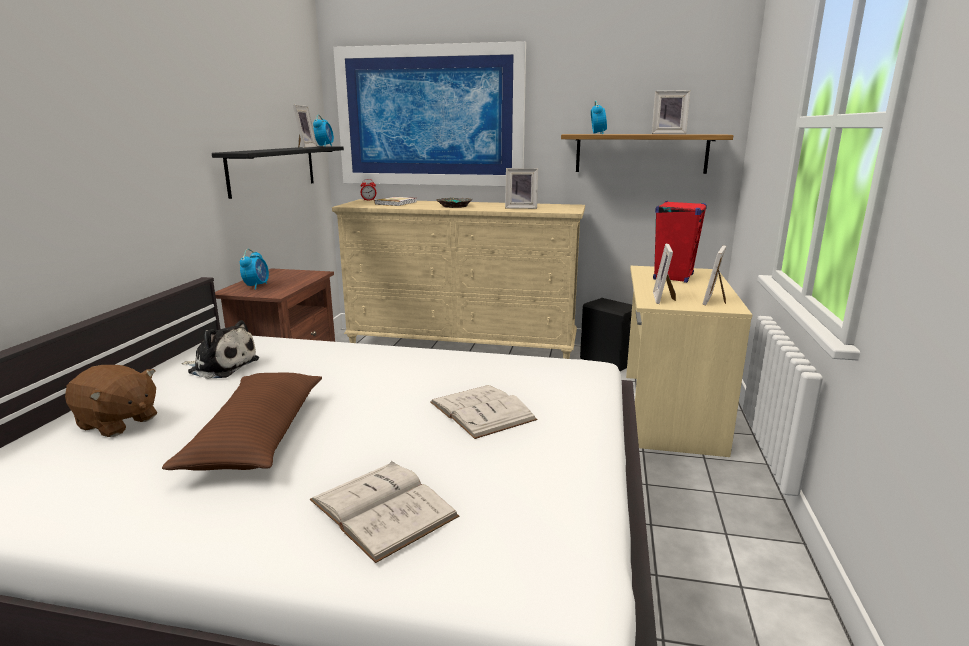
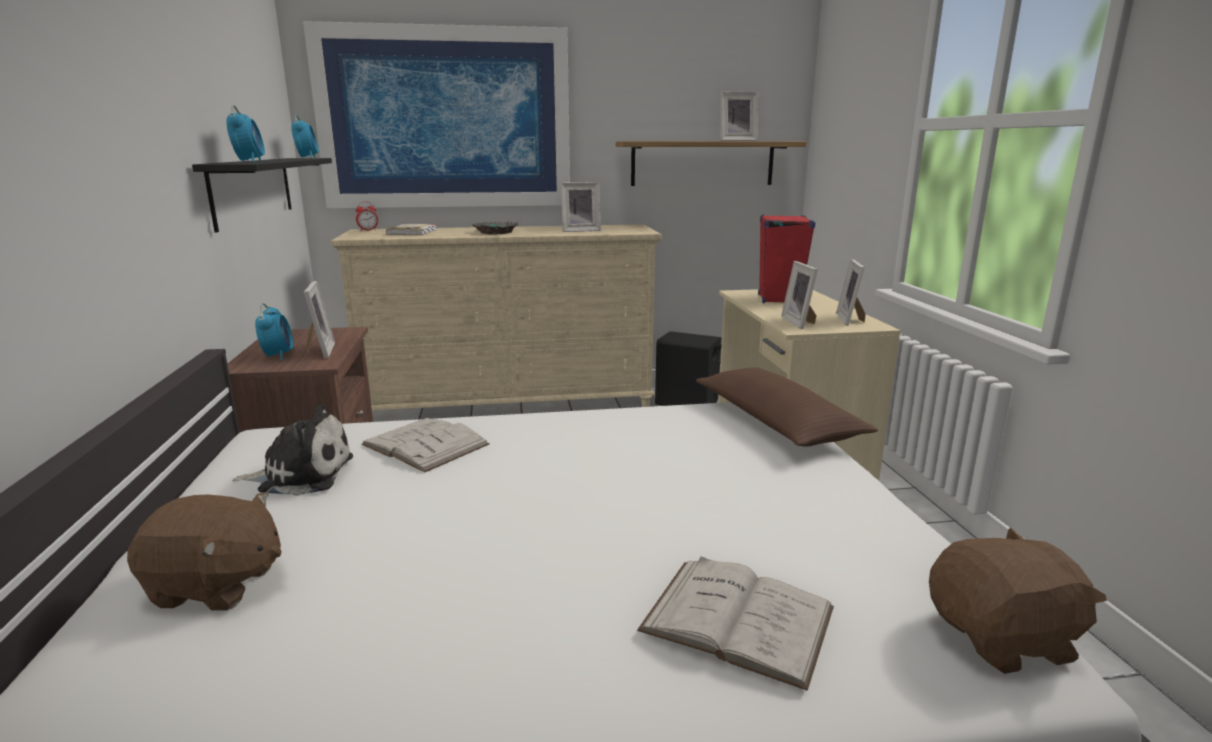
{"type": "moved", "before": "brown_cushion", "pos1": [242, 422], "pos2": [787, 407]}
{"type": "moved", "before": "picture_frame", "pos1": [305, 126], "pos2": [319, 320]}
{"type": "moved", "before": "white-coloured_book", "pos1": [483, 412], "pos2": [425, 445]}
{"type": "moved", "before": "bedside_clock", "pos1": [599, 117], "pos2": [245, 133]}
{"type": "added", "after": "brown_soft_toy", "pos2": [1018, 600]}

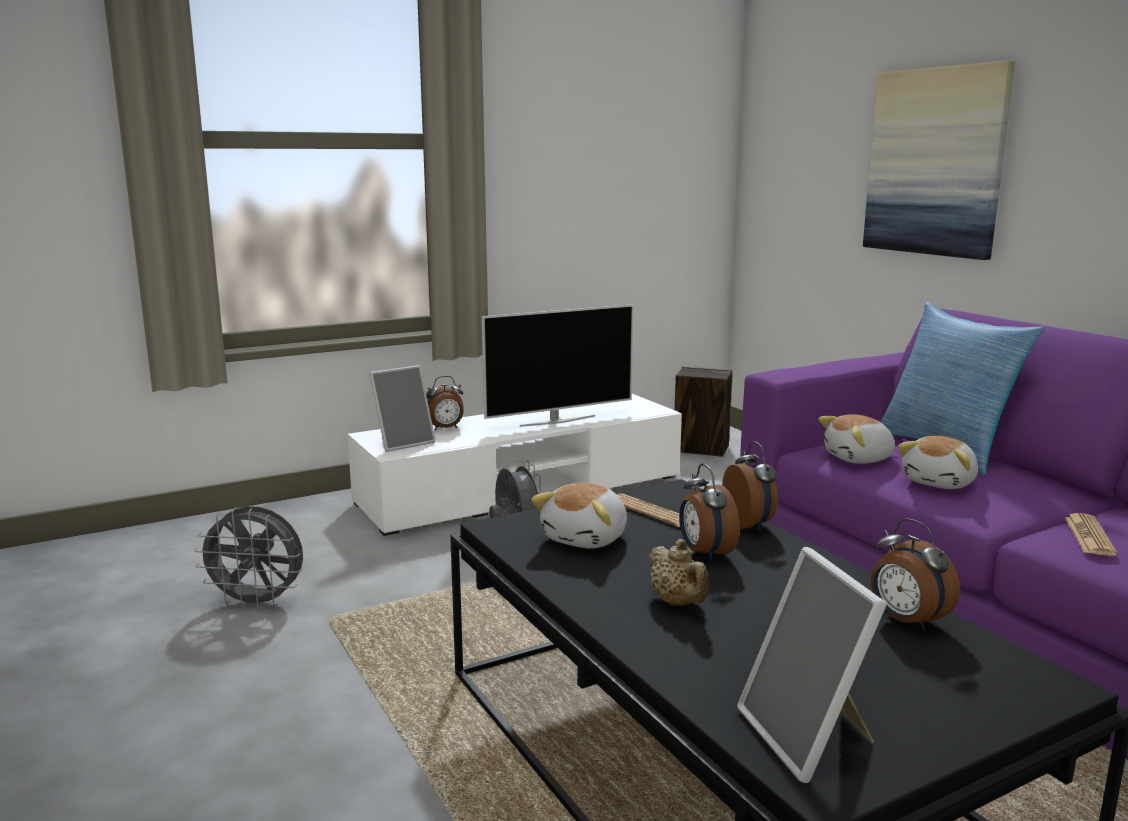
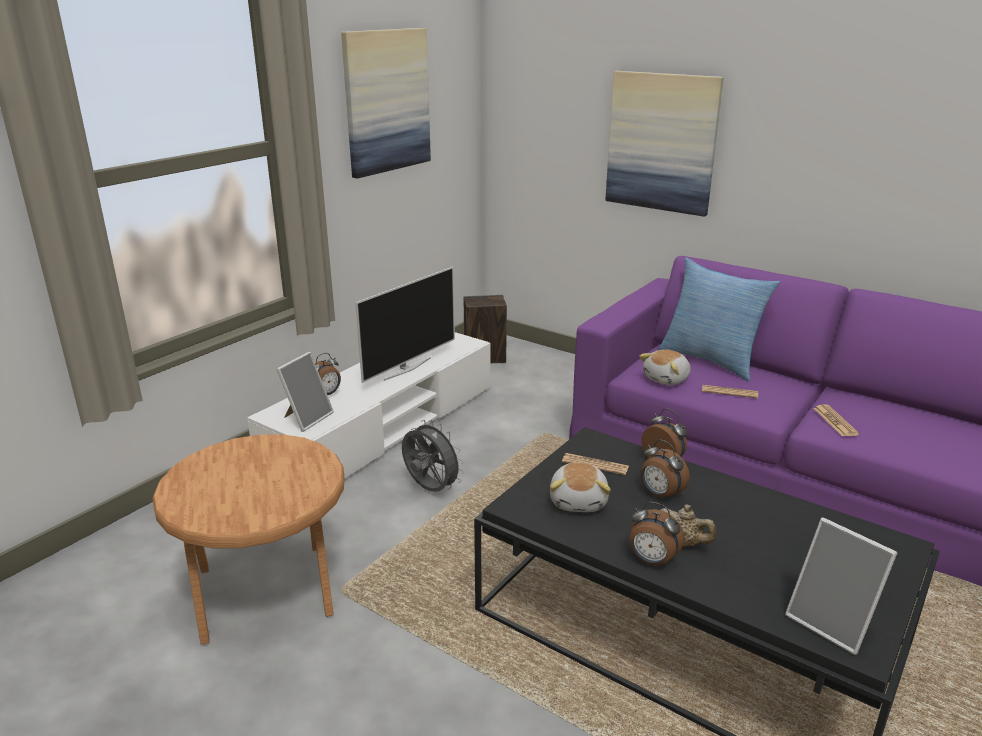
{"type": "replaced", "before": "grey_fan", "after": "brown_end_table", "pos1": [248, 558], "pos2": [248, 539]}
{"type": "moved", "before": "bedside_clock", "pos1": [915, 574], "pos2": [657, 534]}
{"type": "replaced", "before": "soft_toy", "after": "printed_paper", "pos1": [938, 462], "pos2": [730, 391]}
{"type": "added", "after": "wall_art", "pos2": [386, 103]}

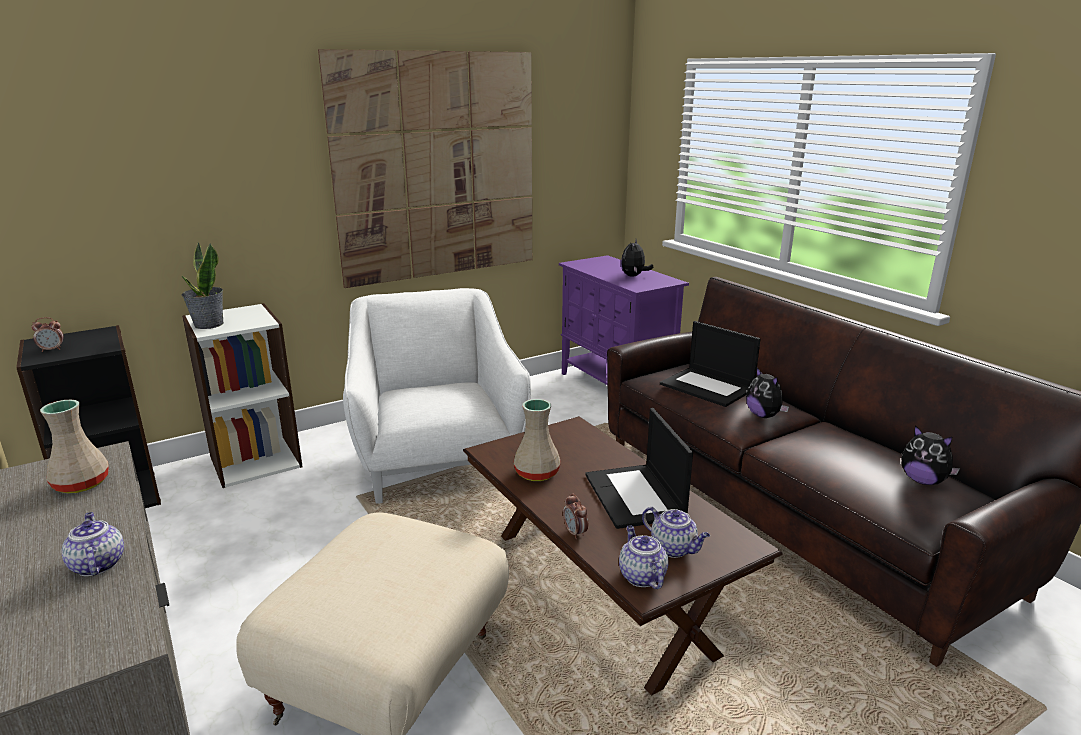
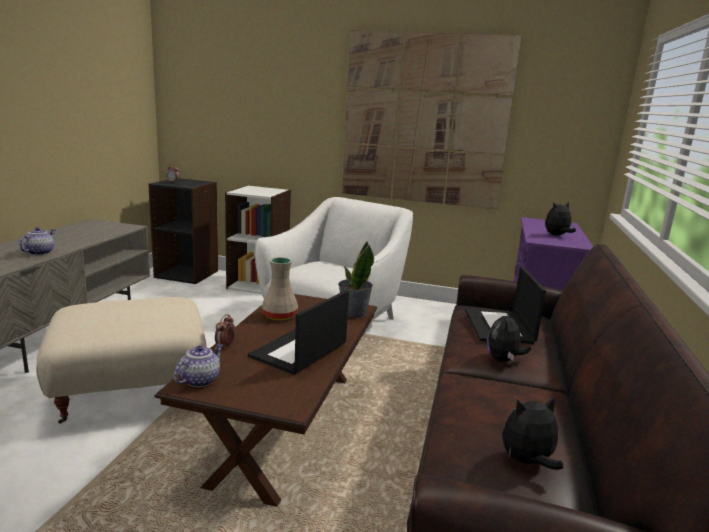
{"type": "removed", "before": "sand-coloured_decorative_vase", "pos1": [74, 446]}
{"type": "moved", "before": "potted_plant", "pos1": [203, 285], "pos2": [356, 279]}
{"type": "removed", "before": "teapot", "pos1": [676, 532]}
{"type": "turned", "before": "soft_toy", "pos1": [931, 455], "pos2": [533, 433], "turn": 75}

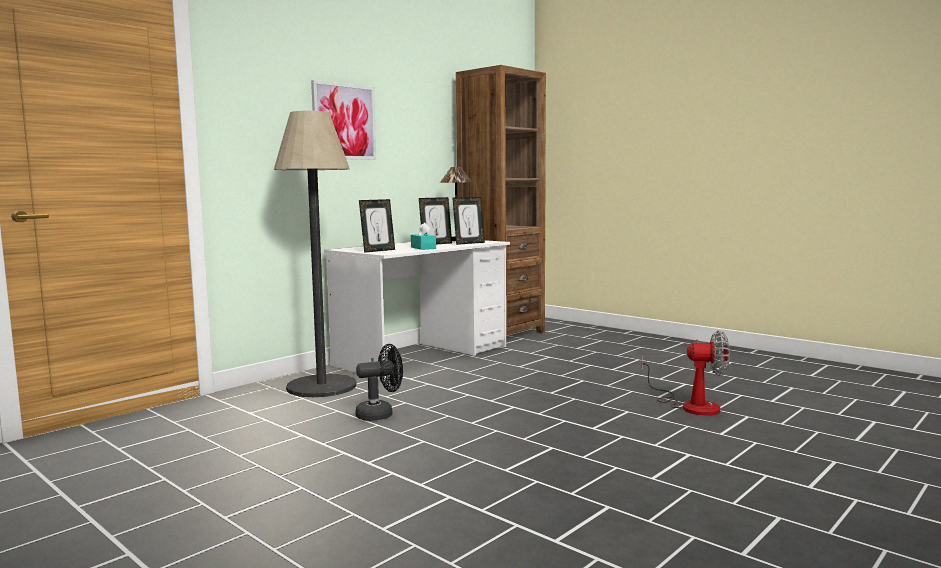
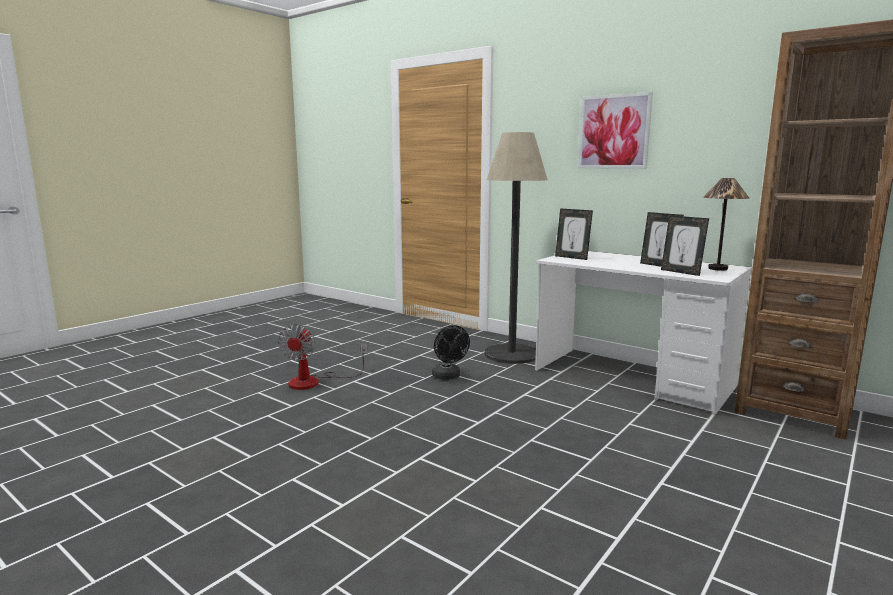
{"type": "removed", "before": "blue-green_tissue_holder", "pos1": [423, 236]}
{"type": "moved", "before": "fan", "pos1": [686, 373], "pos2": [323, 357]}

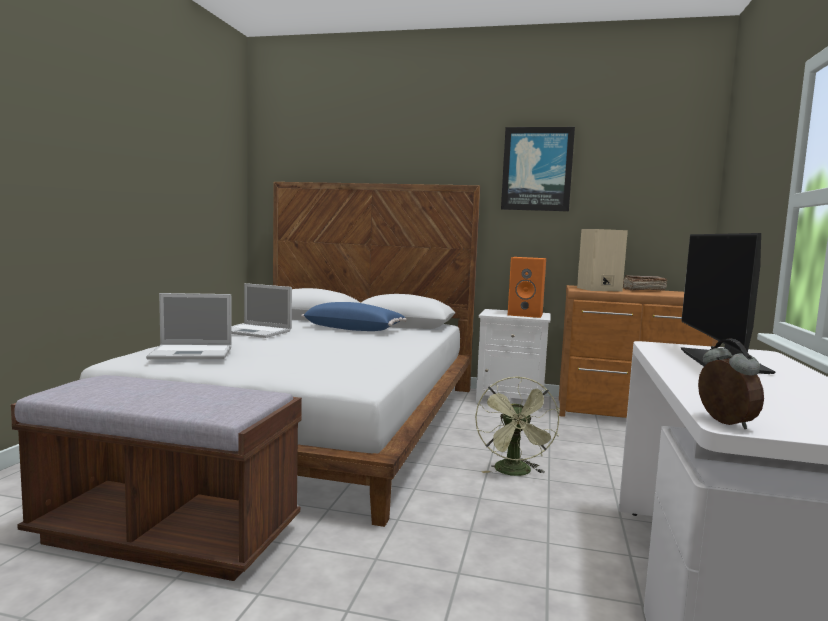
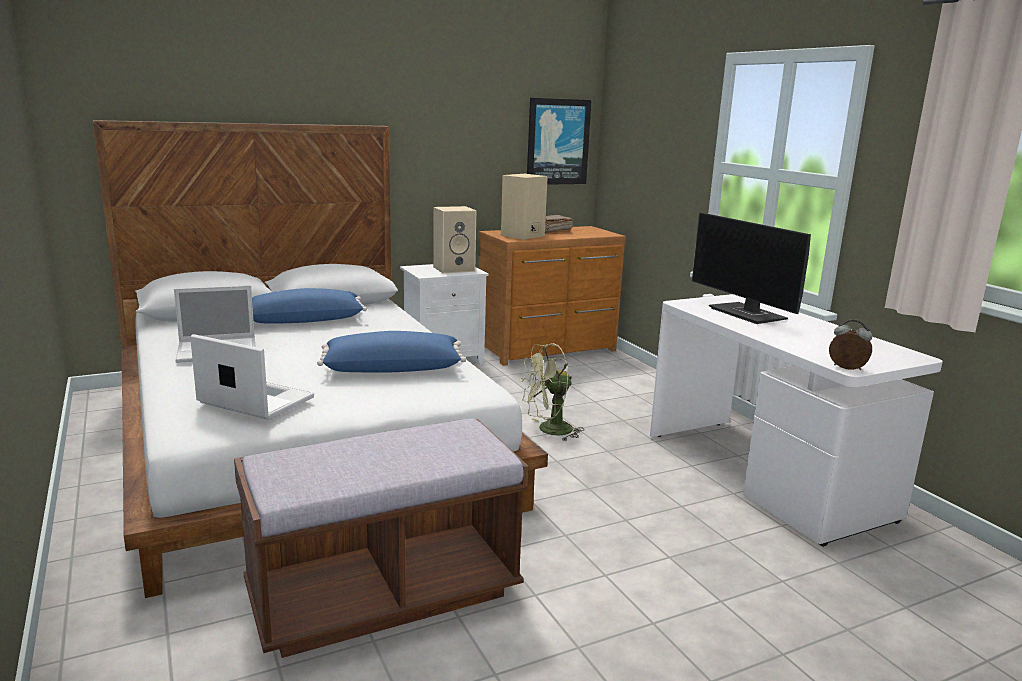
{"type": "turned", "before": "portable_computer", "pos1": [189, 326], "pos2": [252, 377], "turn": -105}
{"type": "turned", "before": "green_fan", "pos1": [517, 426], "pos2": [552, 392], "turn": 105}
{"type": "moved", "before": "wall_art", "pos1": [538, 169], "pos2": [559, 141]}
{"type": "recoloured", "before": "orange-coloured_loudspeaker", "after": "sand-coloured_loudspeaker", "pos1": [527, 287], "pos2": [454, 239]}
{"type": "added", "after": "blue_cushion", "pos2": [391, 351]}

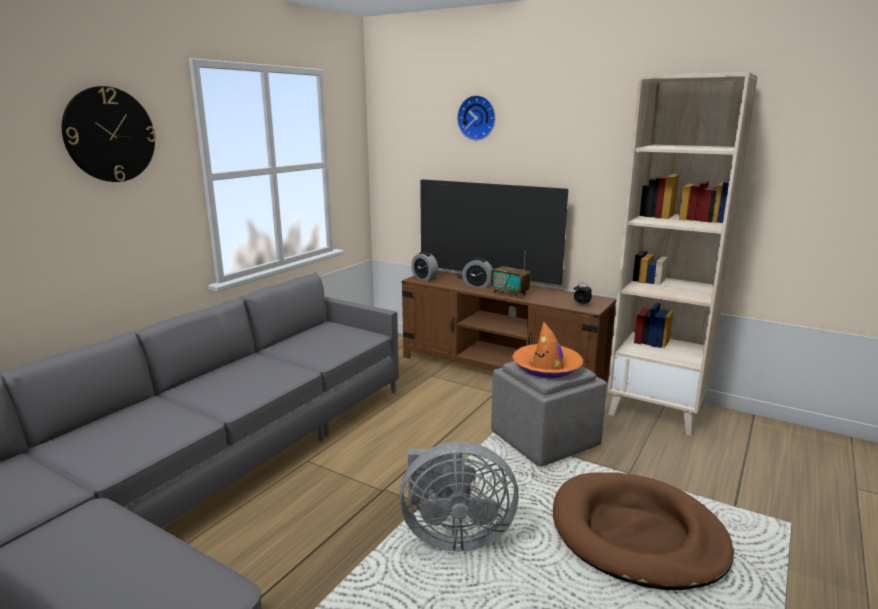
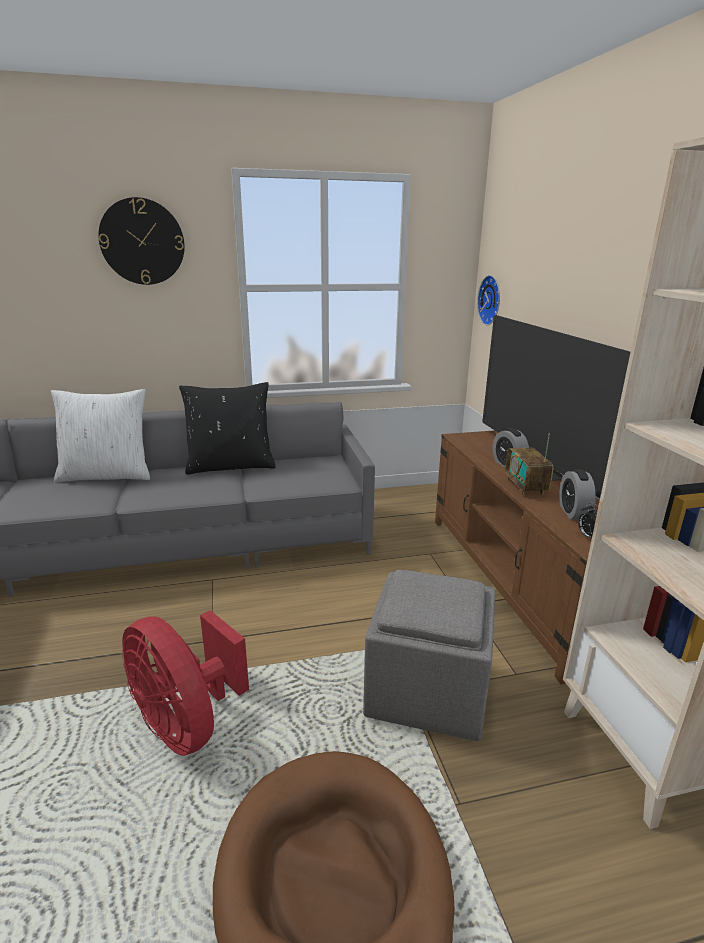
{"type": "recoloured", "before": "grey_fan", "after": "red-coloured_fan", "pos1": [459, 496], "pos2": [185, 683]}
{"type": "moved", "before": "bedside_clock", "pos1": [424, 266], "pos2": [577, 494]}
{"type": "moved", "before": "wall_clock", "pos1": [476, 118], "pos2": [488, 300]}
{"type": "removed", "before": "orange-coloured_hat", "pos1": [547, 350]}
{"type": "added", "after": "white-coloured_cushion", "pos2": [100, 436]}
{"type": "added", "after": "black_cushion", "pos2": [227, 428]}

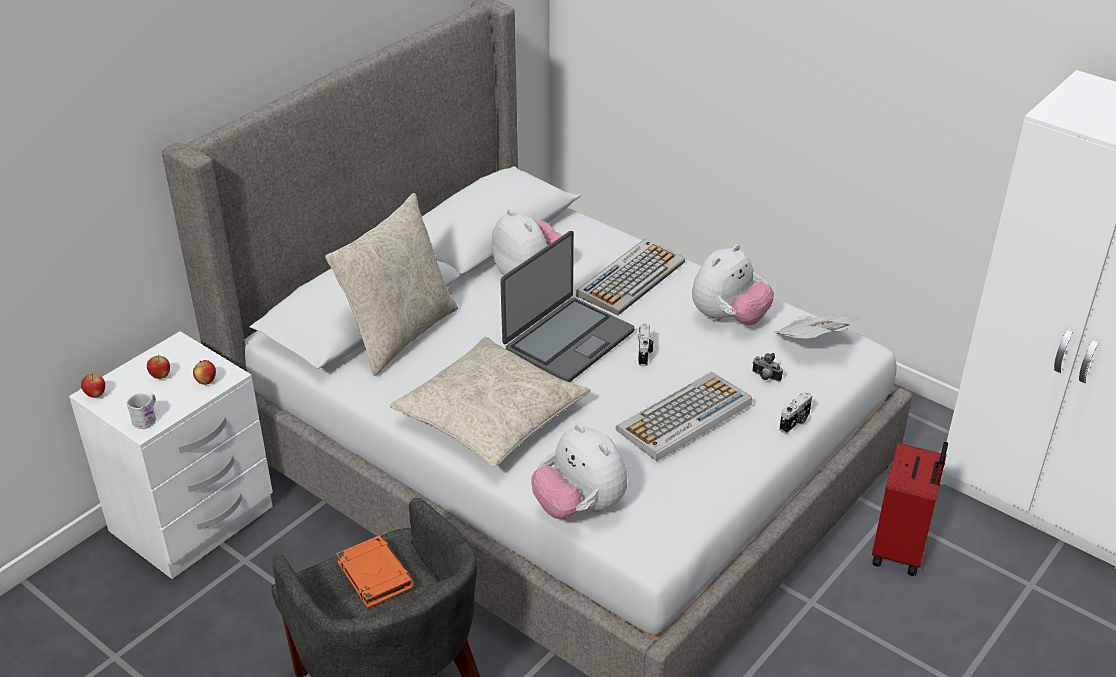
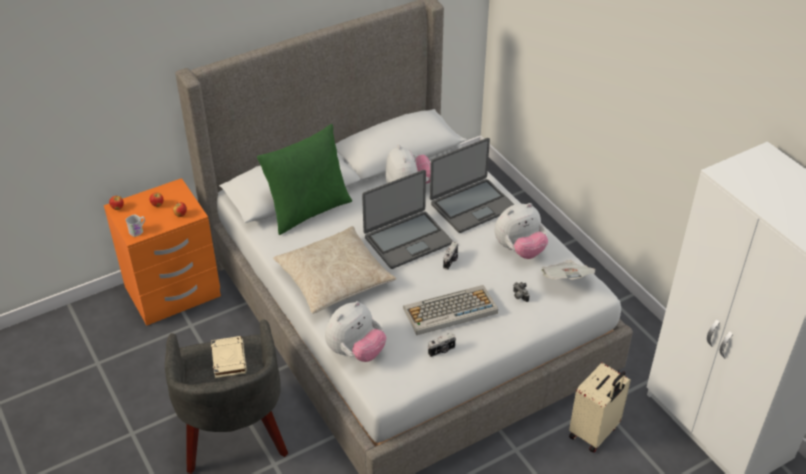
{"type": "recoloured", "before": "white-coloured_bedside_table", "after": "orange-coloured_bedside_table", "pos1": [171, 455], "pos2": [162, 252]}
{"type": "recoloured", "before": "sand-coloured_cushion", "after": "green_cushion", "pos1": [391, 284], "pos2": [304, 179]}
{"type": "recoloured", "before": "orange-coloured_book", "after": "sand-coloured_book", "pos1": [375, 571], "pos2": [229, 357]}
{"type": "turned", "before": "soft_toy", "pos1": [579, 471], "pos2": [355, 331], "turn": -120}
{"type": "replaced", "before": "keyboard", "after": "portable_computer", "pos1": [630, 277], "pos2": [472, 185]}
{"type": "moved", "before": "still_camera", "pos1": [795, 412], "pos2": [442, 345]}
{"type": "recoloured", "before": "red-coloured_travel_case", "after": "sand-coloured_travel_case", "pos1": [910, 509], "pos2": [600, 408]}

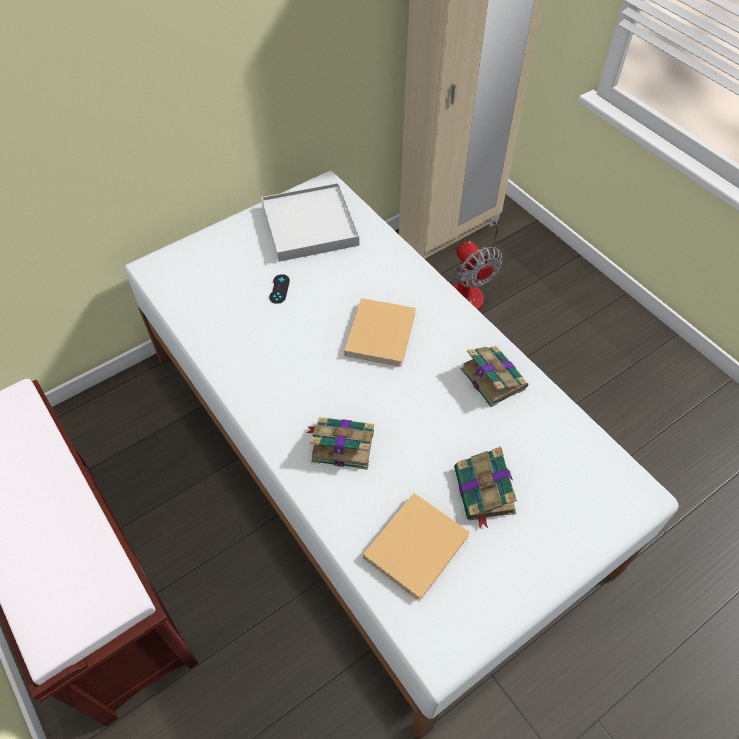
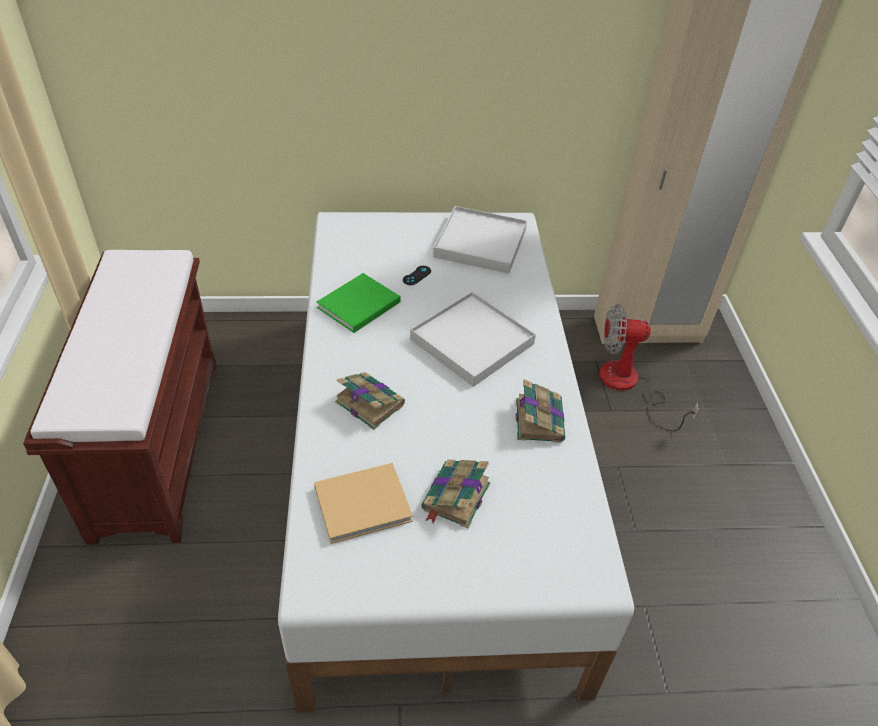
{"type": "replaced", "before": "sand-coloured_book", "after": "white-coloured_carrying_tray", "pos1": [380, 332], "pos2": [473, 339]}
{"type": "turned", "before": "fan", "pos1": [476, 262], "pos2": [649, 367], "turn": 90}
{"type": "added", "after": "green_book", "pos2": [358, 303]}

